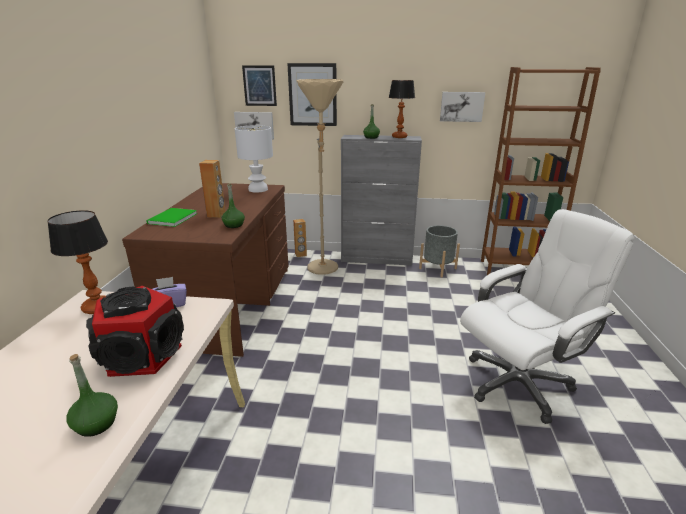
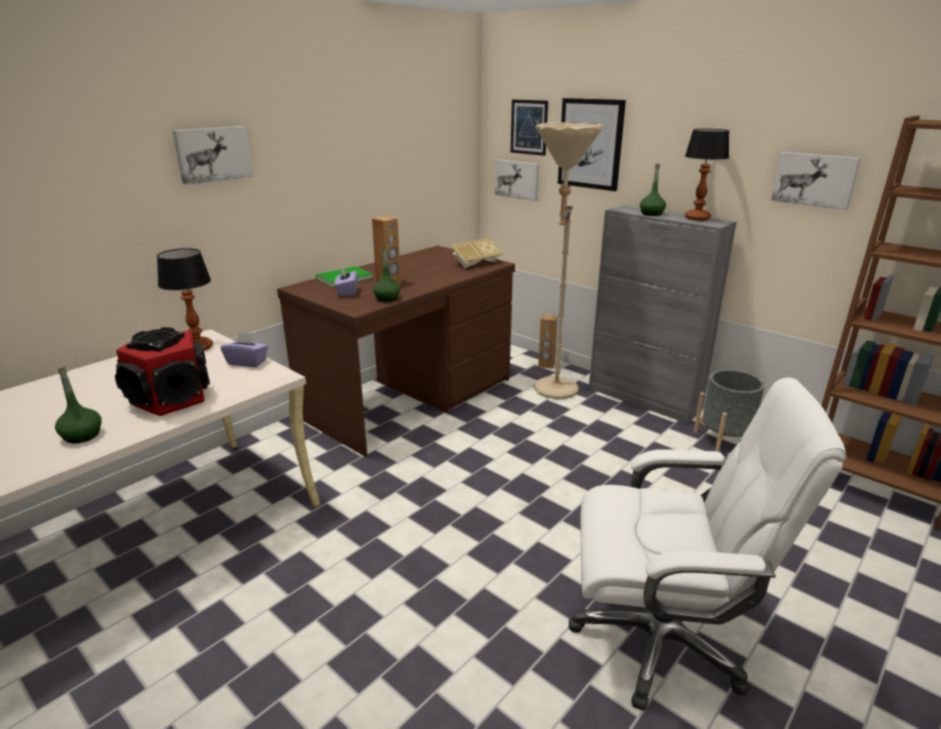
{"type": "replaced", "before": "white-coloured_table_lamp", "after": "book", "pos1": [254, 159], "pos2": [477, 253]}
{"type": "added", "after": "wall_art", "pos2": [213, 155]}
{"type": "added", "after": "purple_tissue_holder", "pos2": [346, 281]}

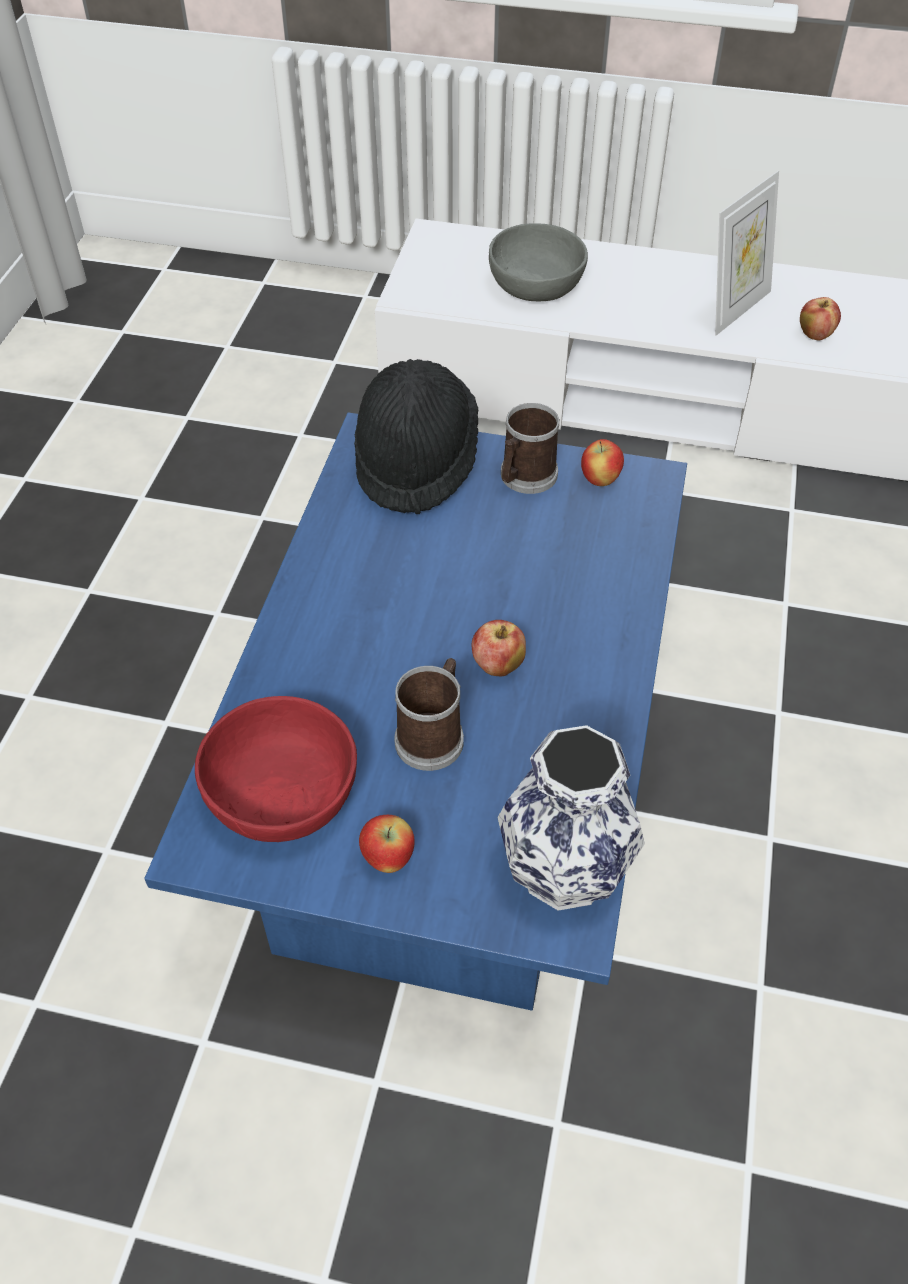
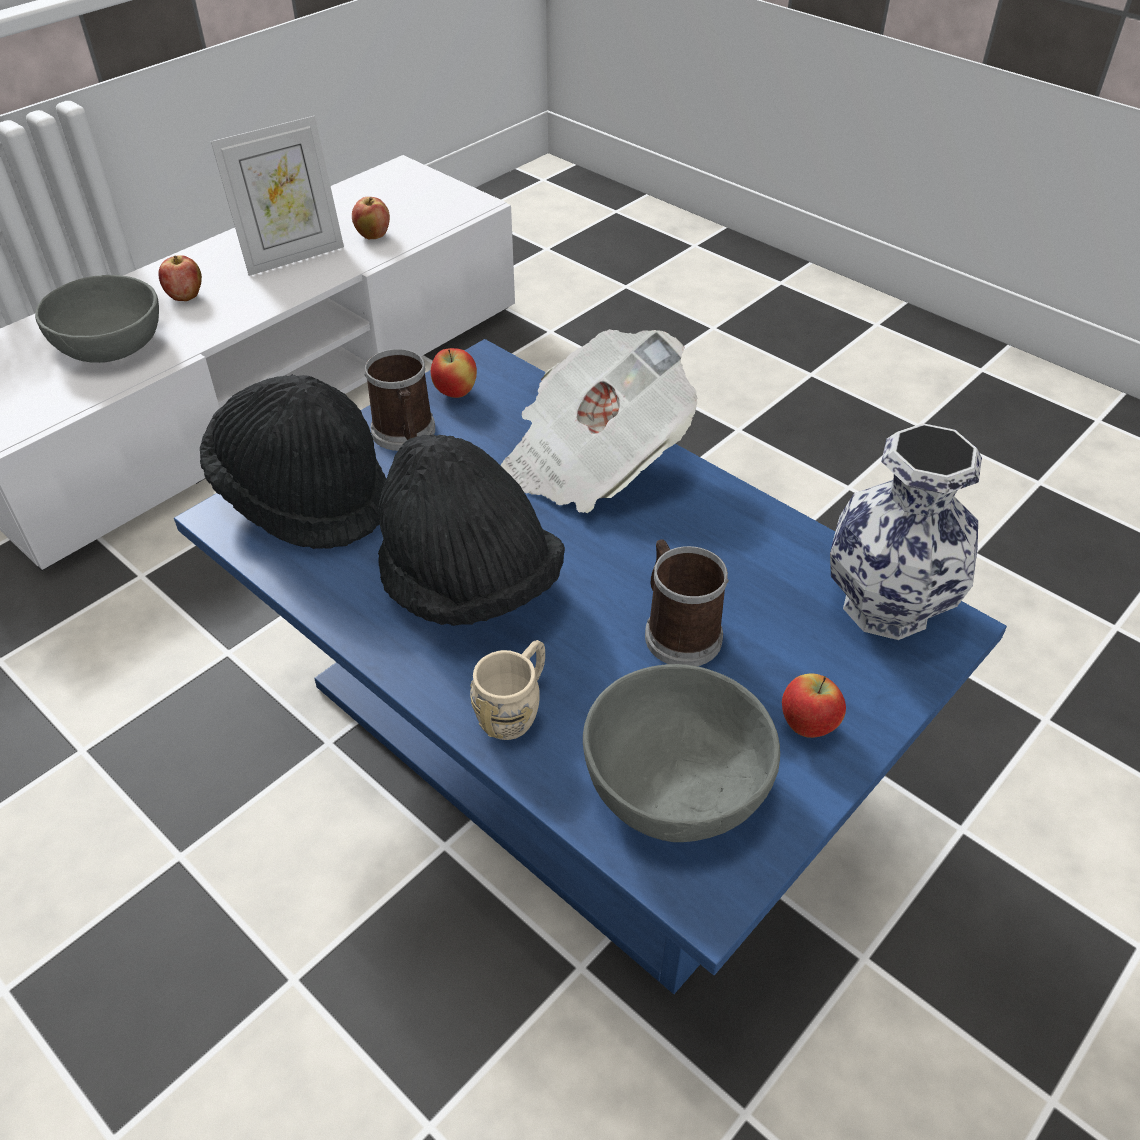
{"type": "recoloured", "before": "red-coloured_serving_bowl", "after": "grey_serving_bowl", "pos1": [276, 769], "pos2": [681, 753]}
{"type": "moved", "before": "apple", "pos1": [499, 648], "pos2": [180, 278]}
{"type": "turned", "before": "picture_frame", "pos1": [747, 253], "pos2": [277, 196], "turn": 75}
{"type": "added", "after": "black_hat", "pos2": [471, 530]}
{"type": "added", "after": "sand-coloured_mug", "pos2": [507, 690]}
{"type": "added", "after": "printed_paper", "pos2": [599, 421]}

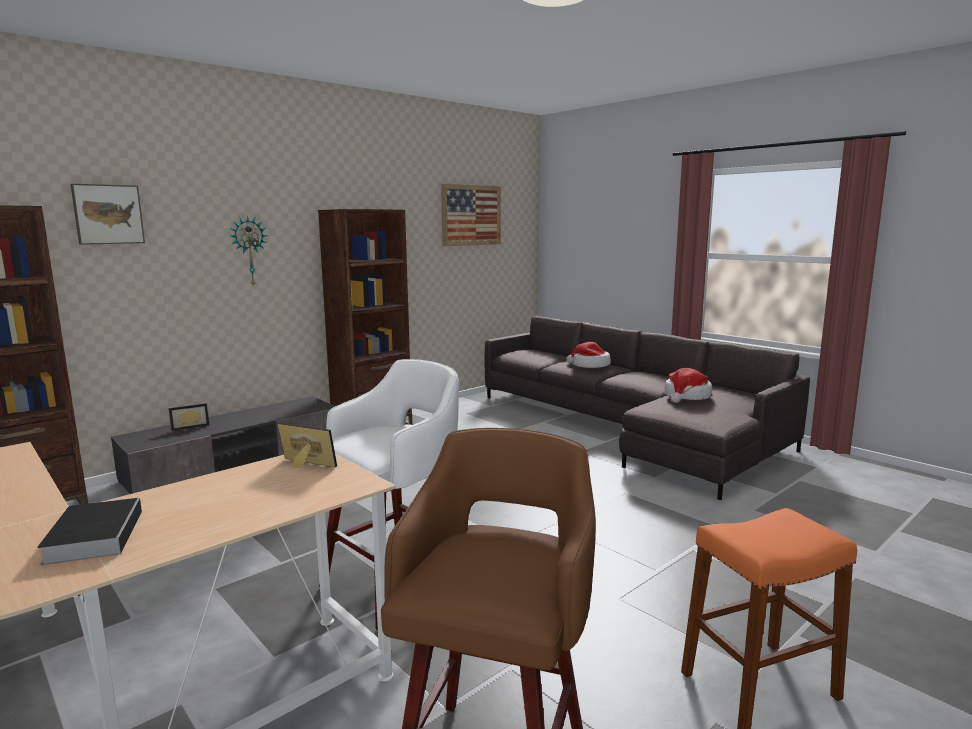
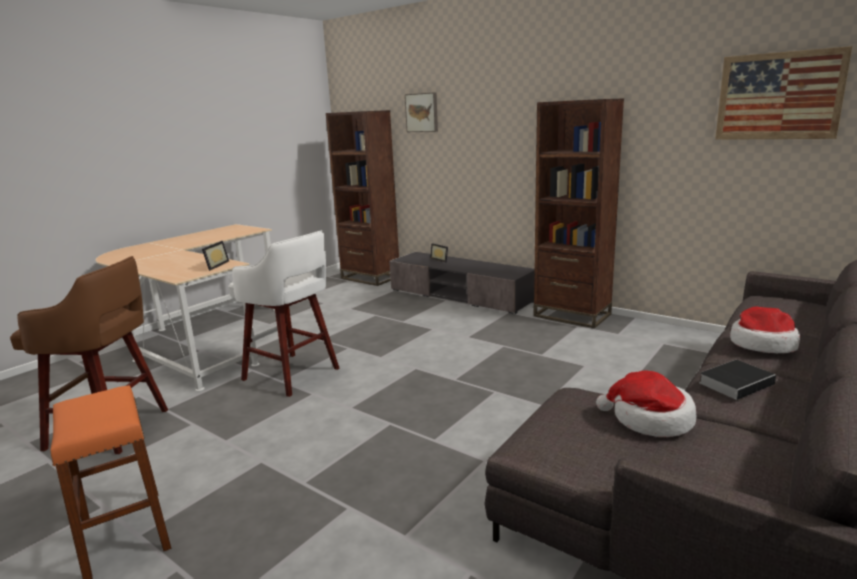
{"type": "moved", "before": "book", "pos1": [89, 531], "pos2": [738, 380]}
{"type": "removed", "before": "wall_clock", "pos1": [249, 251]}

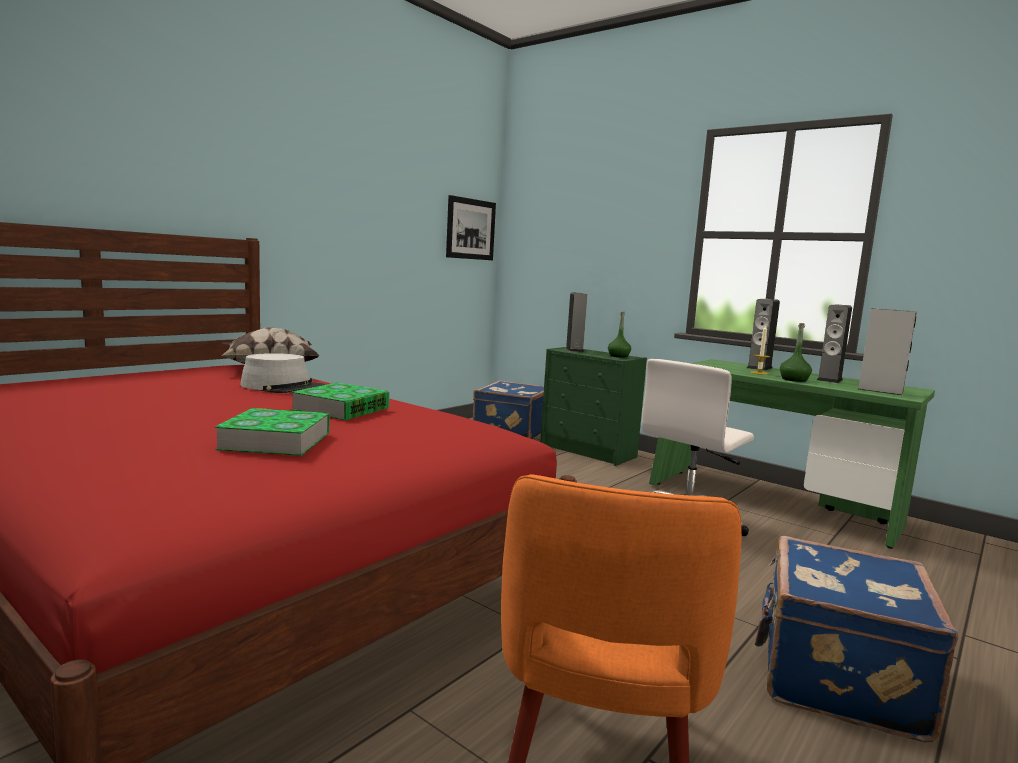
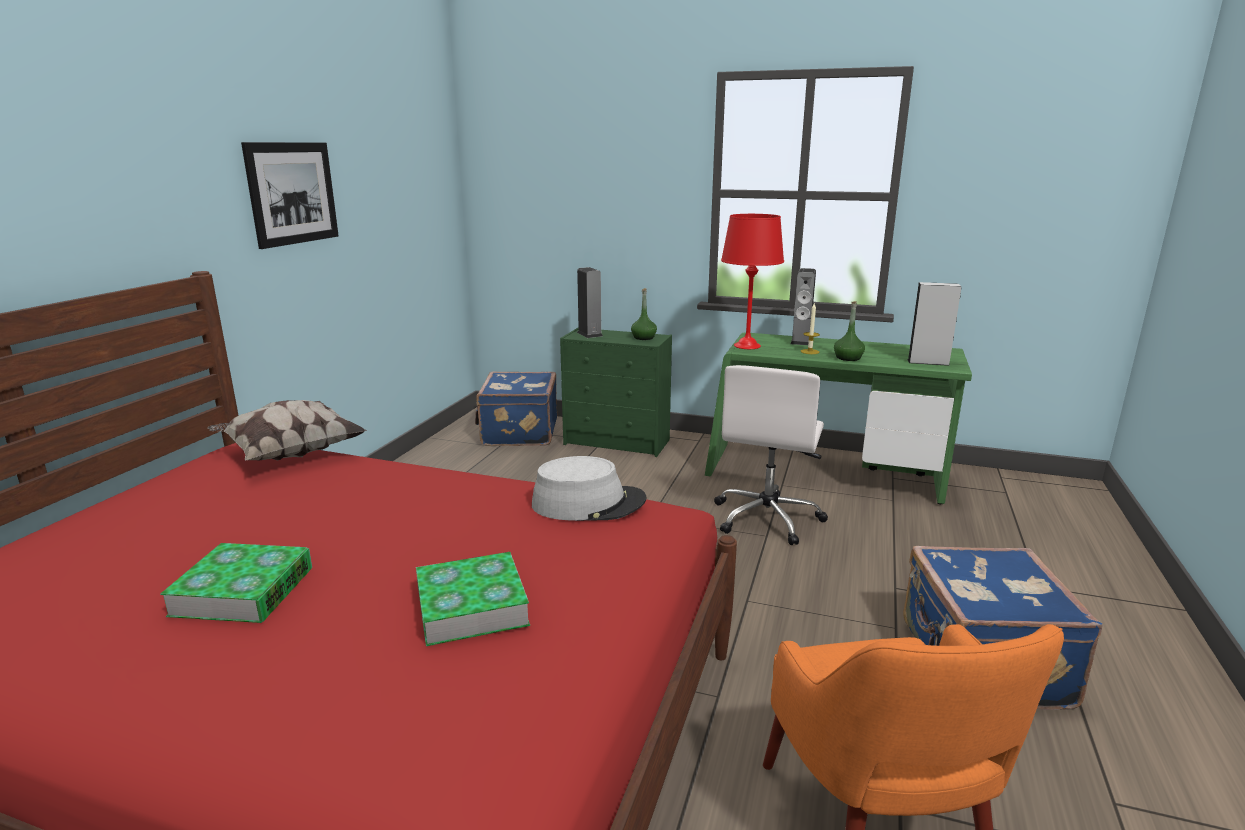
{"type": "moved", "before": "grey_hat", "pos1": [282, 373], "pos2": [589, 488]}
{"type": "moved", "before": "book", "pos1": [340, 401], "pos2": [236, 583]}
{"type": "moved", "before": "wall_art", "pos1": [471, 227], "pos2": [290, 195]}
{"type": "removed", "before": "loudspeaker", "pos1": [834, 343]}
{"type": "added", "after": "red-coloured_table_lamp", "pos2": [752, 281]}

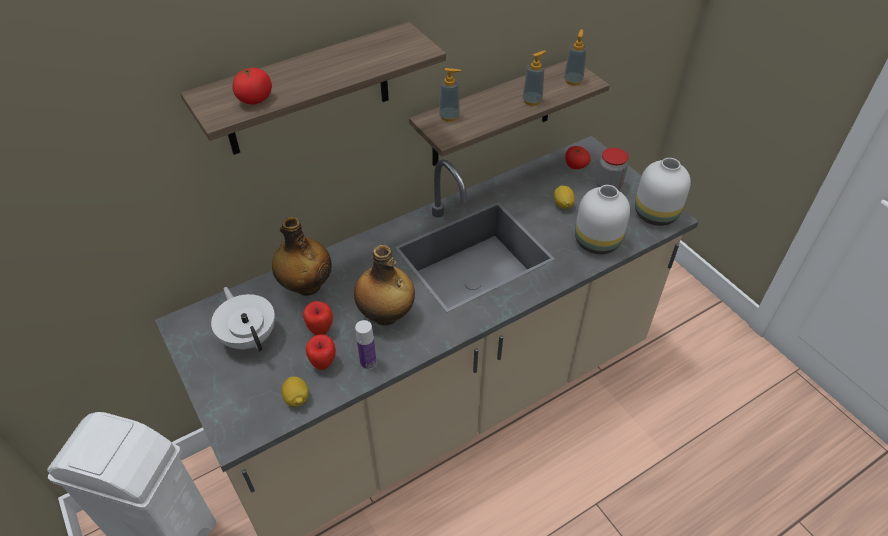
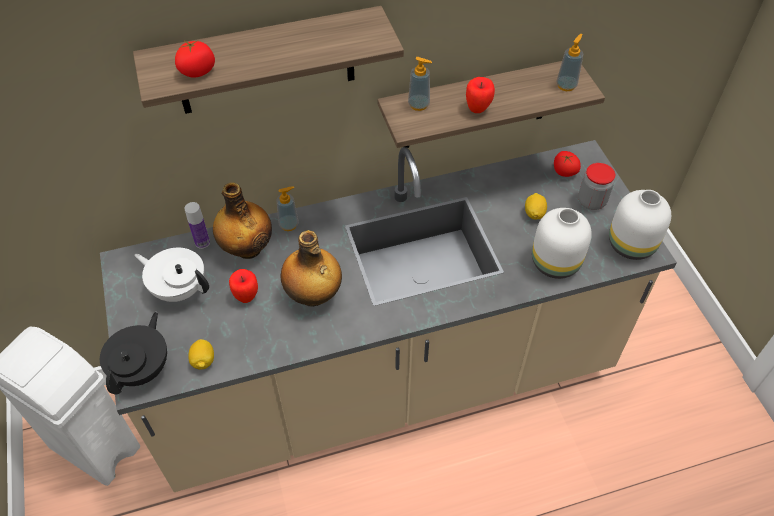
{"type": "turned", "before": "white-coloured_teapot", "pos1": [243, 319], "pos2": [171, 275], "turn": -45}
{"type": "moved", "before": "apple", "pos1": [321, 352], "pos2": [480, 95]}
{"type": "moved", "before": "beverage_bottle", "pos1": [366, 345], "pos2": [197, 225]}
{"type": "moved", "before": "liquid_soap_bottle", "pos1": [534, 78], "pos2": [287, 208]}
{"type": "added", "after": "black_teapot", "pos2": [133, 353]}

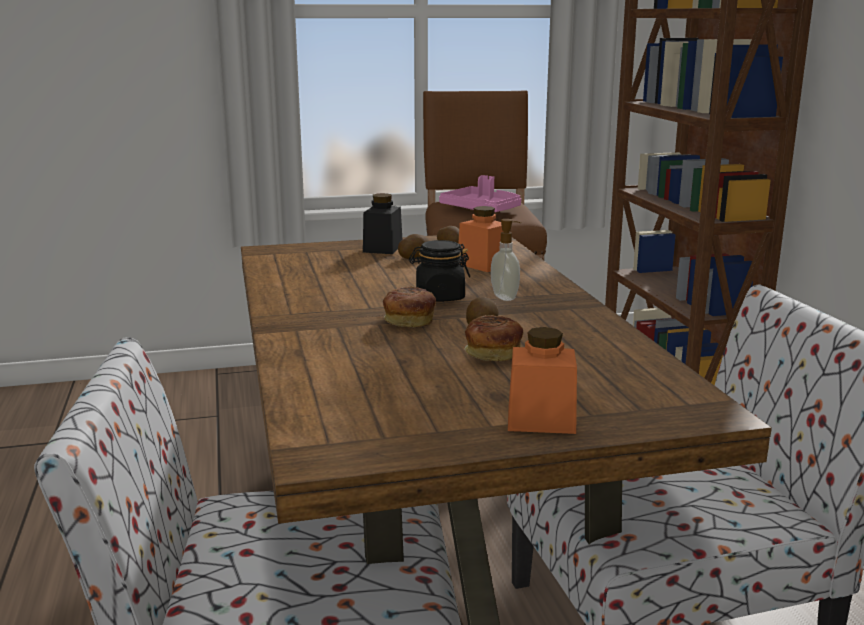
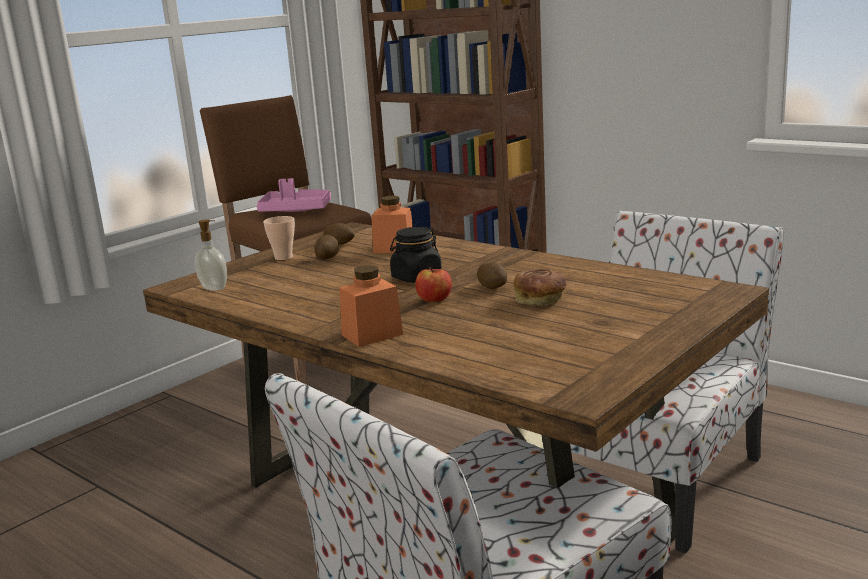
{"type": "replaced", "before": "black_storage_jar", "after": "small_cup", "pos1": [382, 223], "pos2": [279, 238]}
{"type": "replaced", "before": "bread", "after": "apple", "pos1": [409, 306], "pos2": [433, 284]}
{"type": "moved", "before": "liquid_soap_bottle", "pos1": [506, 260], "pos2": [211, 255]}
{"type": "moved", "before": "orange-coloured_storage_jar", "pos1": [542, 380], "pos2": [371, 306]}

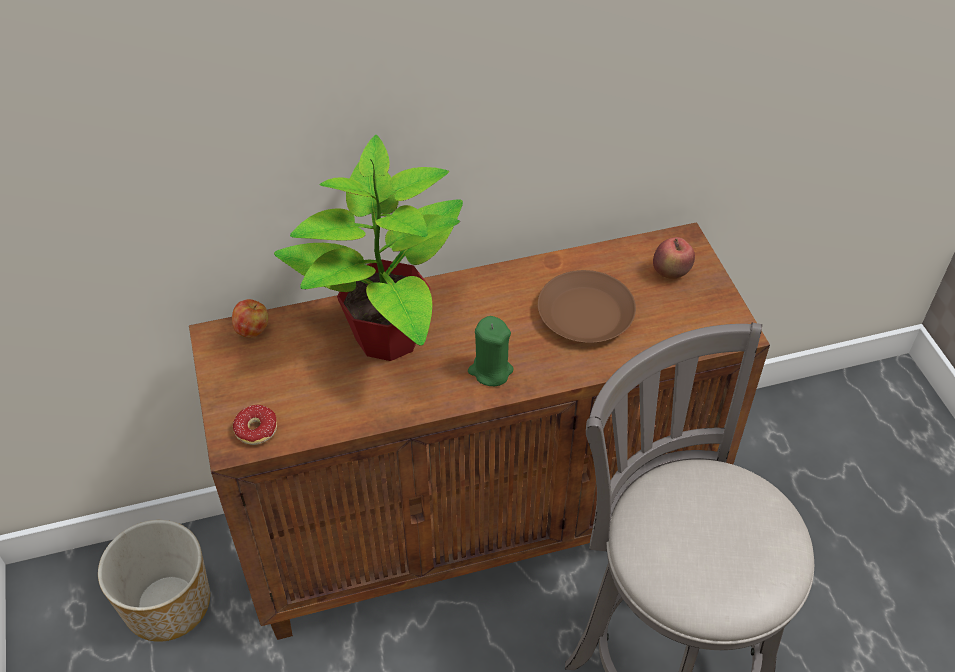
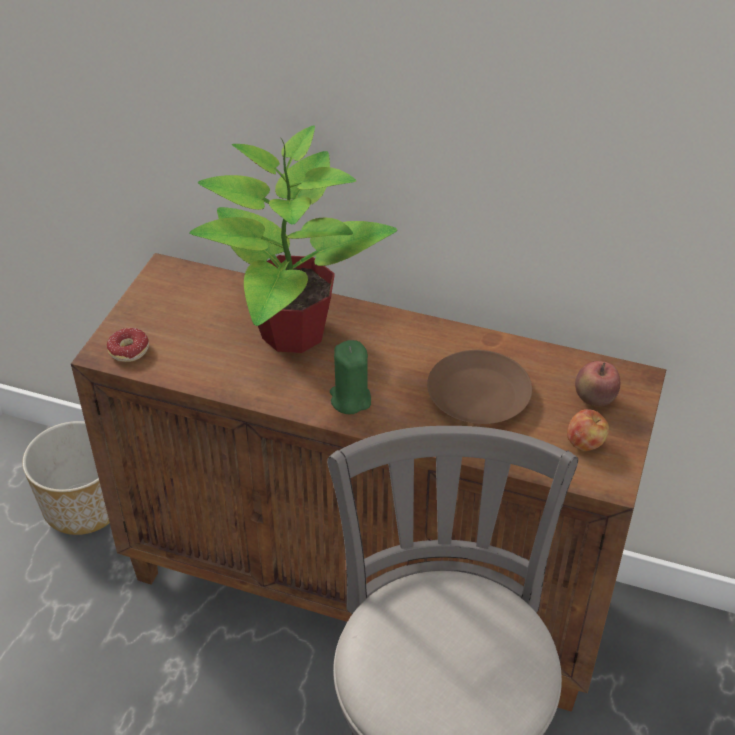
{"type": "moved", "before": "apple", "pos1": [250, 318], "pos2": [588, 430]}

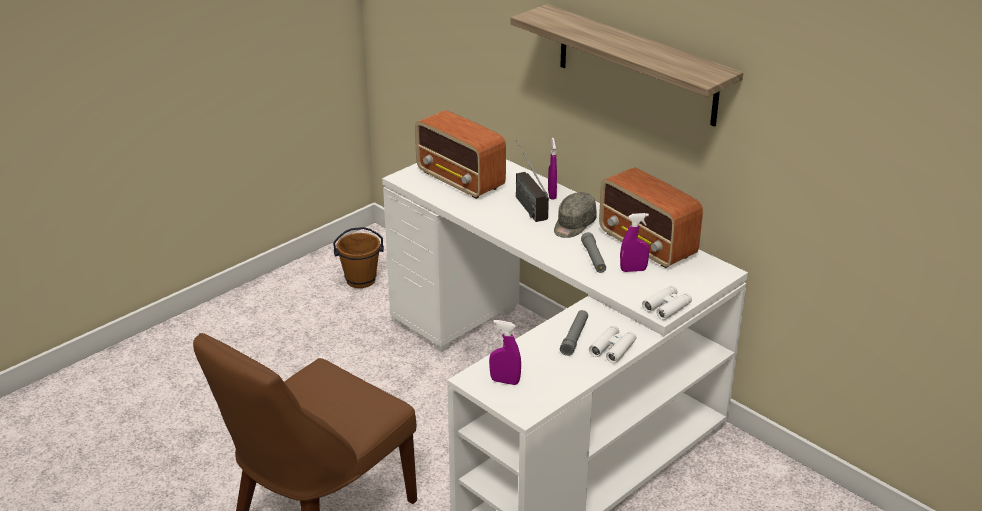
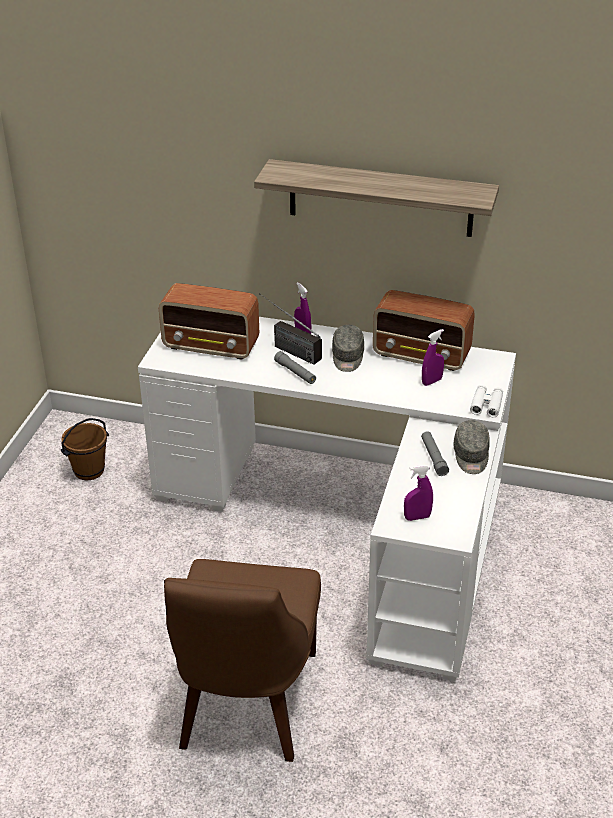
{"type": "moved", "before": "grey_hand_torch", "pos1": [593, 252], "pos2": [295, 367]}
{"type": "replaced", "before": "white-coloured_binoculars", "after": "grey_baseball_cap", "pos1": [612, 344], "pos2": [471, 447]}

